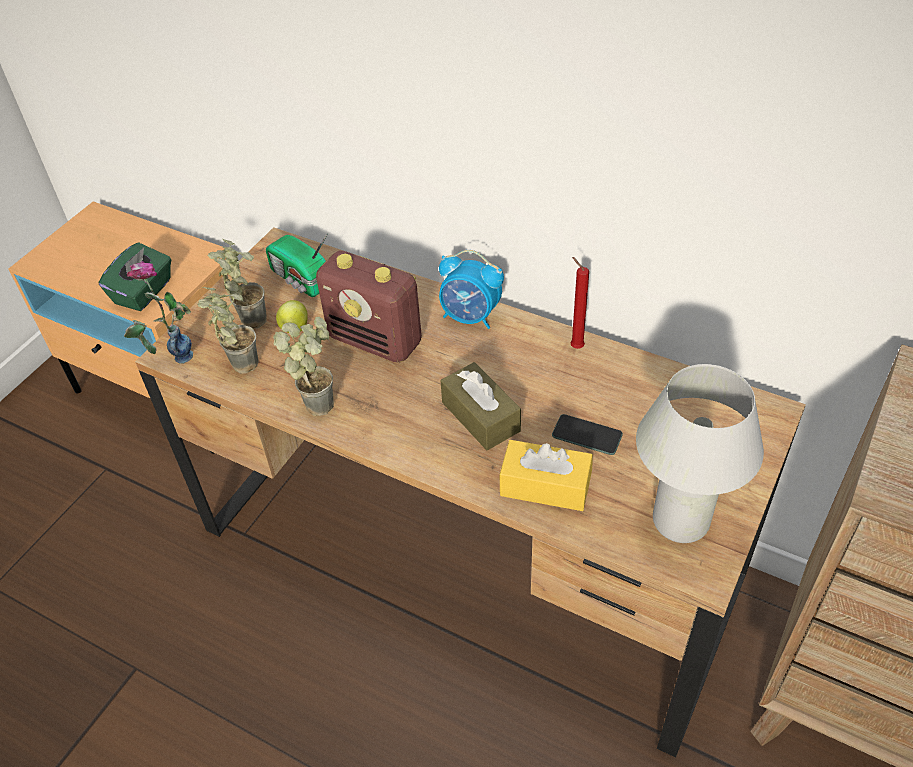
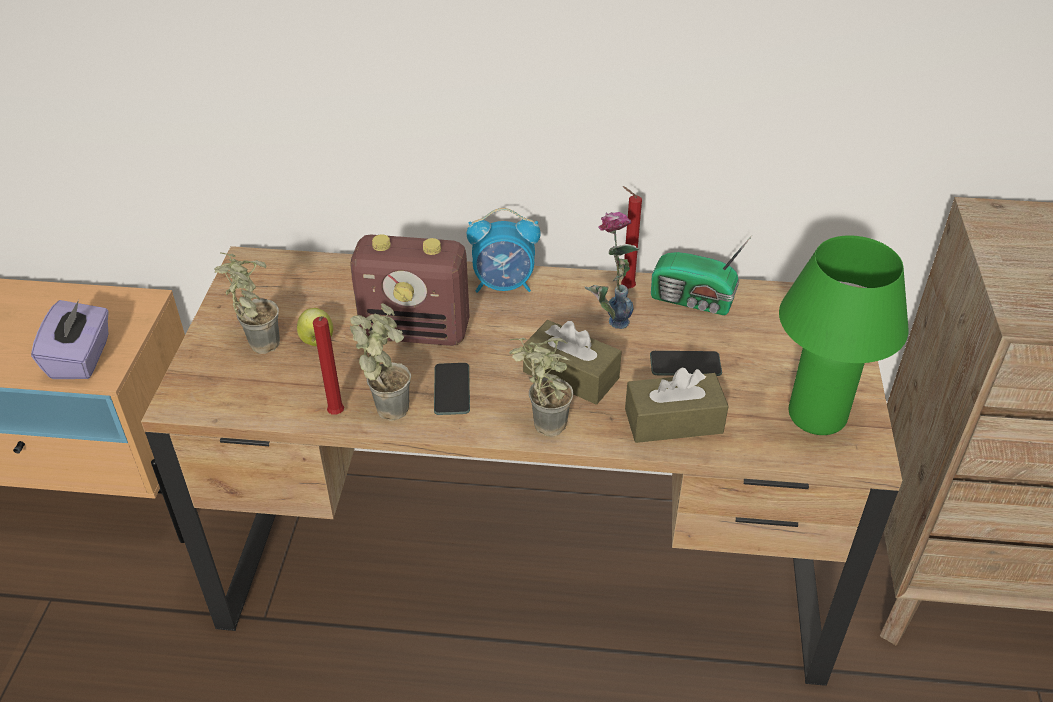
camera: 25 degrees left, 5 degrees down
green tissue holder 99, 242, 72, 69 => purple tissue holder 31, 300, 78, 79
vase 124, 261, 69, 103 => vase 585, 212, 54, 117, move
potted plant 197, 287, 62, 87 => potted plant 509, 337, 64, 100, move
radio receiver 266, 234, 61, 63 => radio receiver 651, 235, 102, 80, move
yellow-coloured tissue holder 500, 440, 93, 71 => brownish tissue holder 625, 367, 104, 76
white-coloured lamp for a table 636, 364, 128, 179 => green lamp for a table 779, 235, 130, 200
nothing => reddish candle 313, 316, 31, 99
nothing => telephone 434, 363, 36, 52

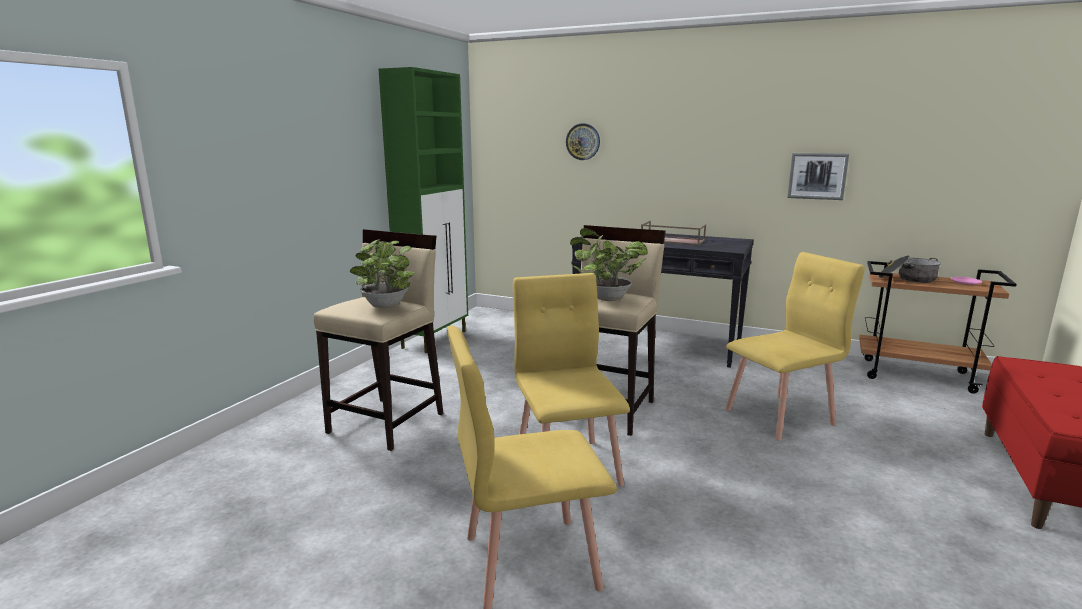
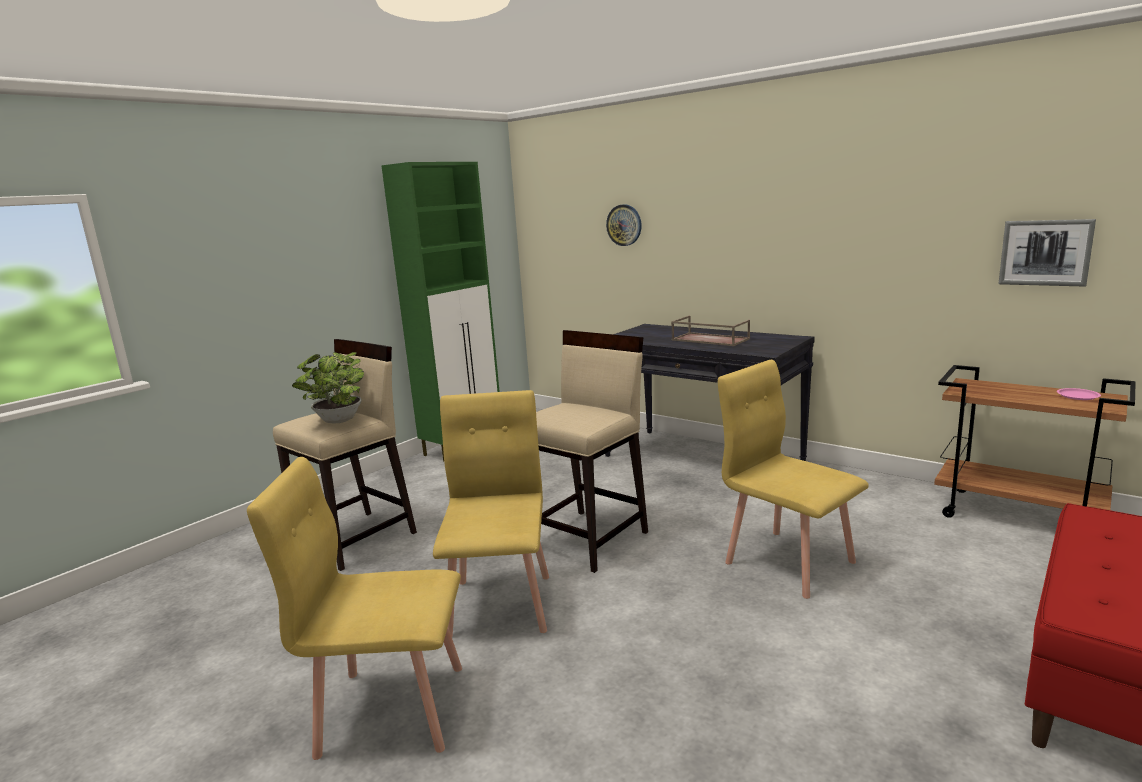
camera: 15 degrees right, 0 degrees up
potted plant 570, 228, 78, 73 => nothing
yellow-coloured upright chair 725, 252, 140, 189 => yellow-coloured upright chair 718, 360, 151, 239, 120 degrees counterclockwise
wall art 787, 153, 62, 47 => wall art 999, 219, 97, 67, move
cooking pot 878, 255, 63, 28 => nothing

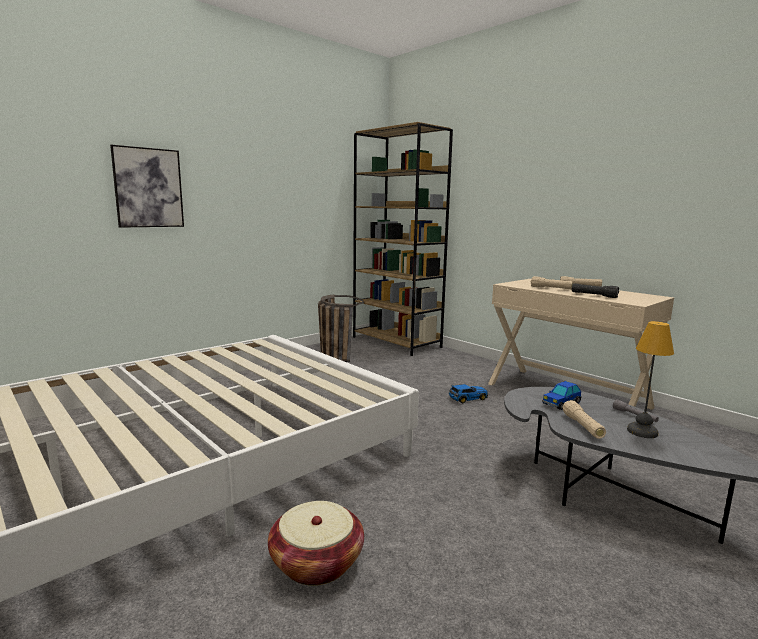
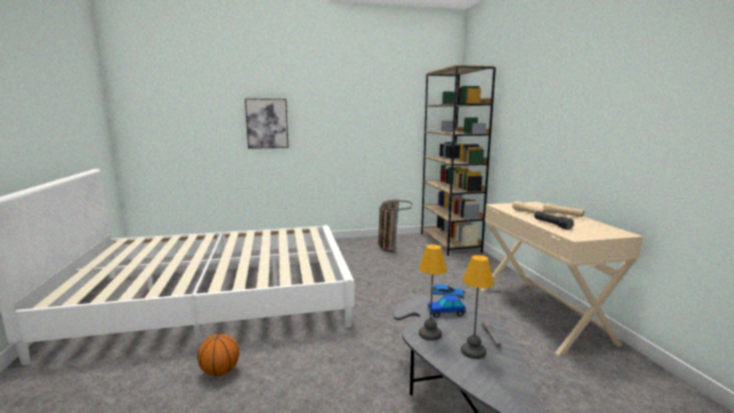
camera: 30 degrees right, 0 degrees up
storage basket 268, 501, 96, 85 => basketball 197, 334, 42, 42
beige torch 563, 400, 43, 39 => lamp for a table 419, 244, 28, 97

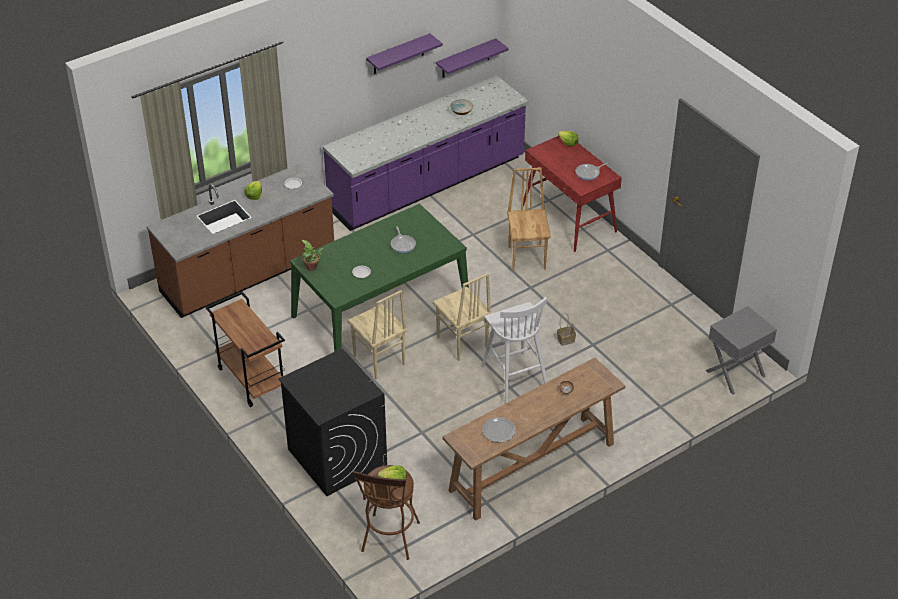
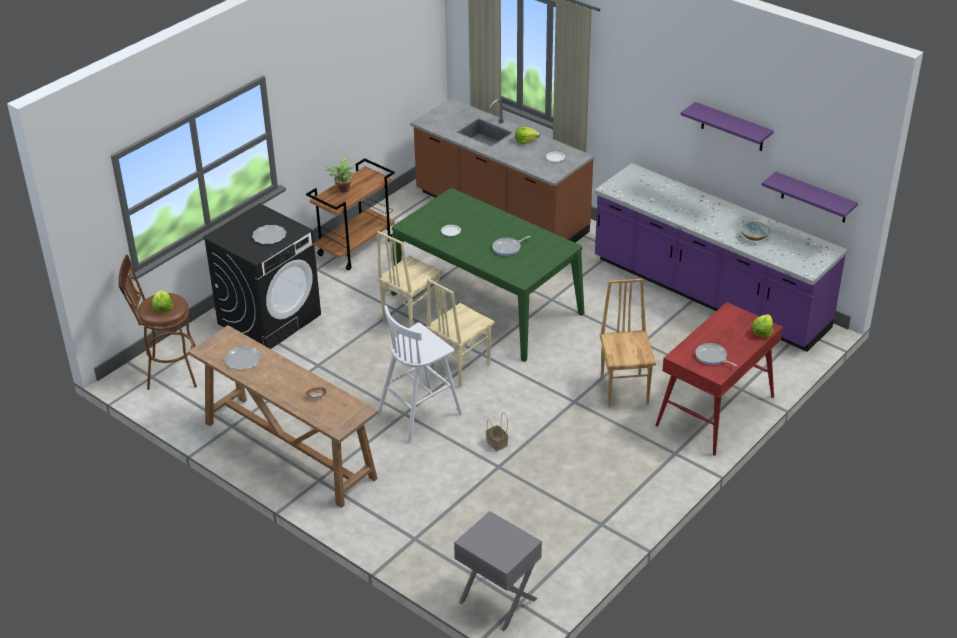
camera: 75 degrees right, 5 degrees down
potted plant 301, 240, 23, 31 => potted plant 326, 158, 28, 35, move
brownish upright chair 507, 168, 44, 103 => brownish upright chair 600, 279, 56, 129, 75 degrees counterclockwise
nothing => dinner plate 252, 225, 34, 19

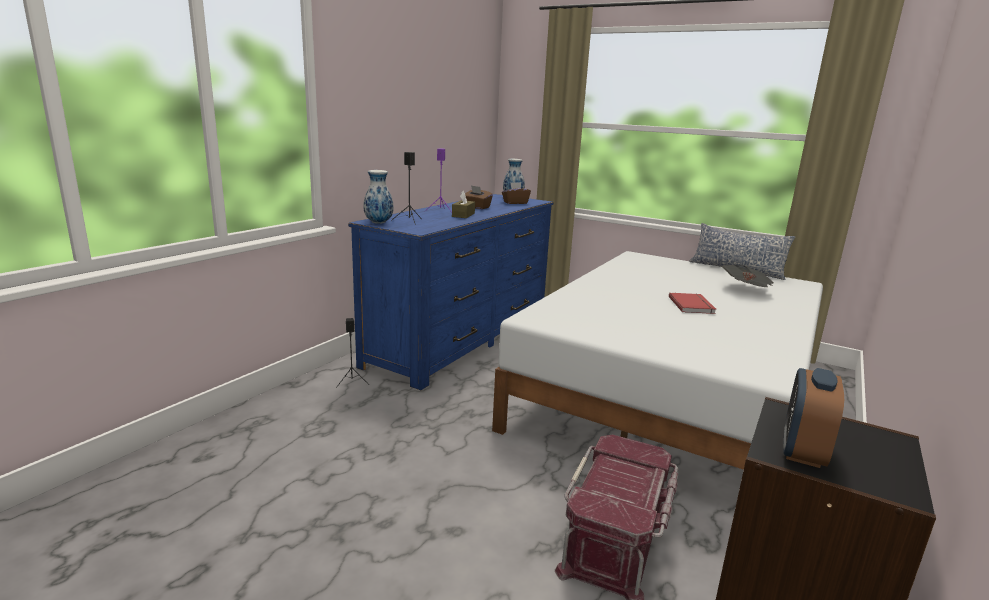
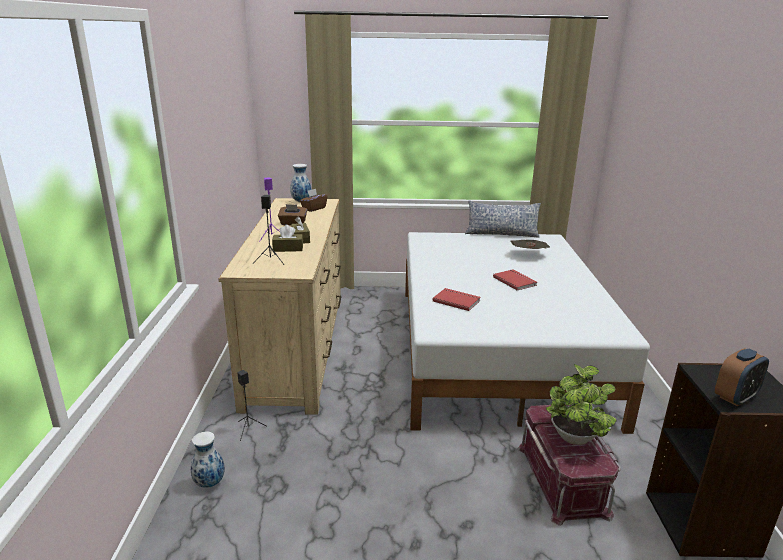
camera: 30 degrees left, 5 degrees up
blue dresser 348, 194, 205, 196 => beige dresser 219, 198, 122, 217
vase 363, 170, 30, 54 => vase 191, 432, 34, 56, move
bedside clock 783, 368, 61, 100 => bedside clock 715, 348, 54, 58, 120 degrees counterclockwise
nothing => brownish tissue holder 272, 225, 31, 27
nothing => reddish book 433, 288, 48, 23
nothing => potted plant 546, 364, 71, 81

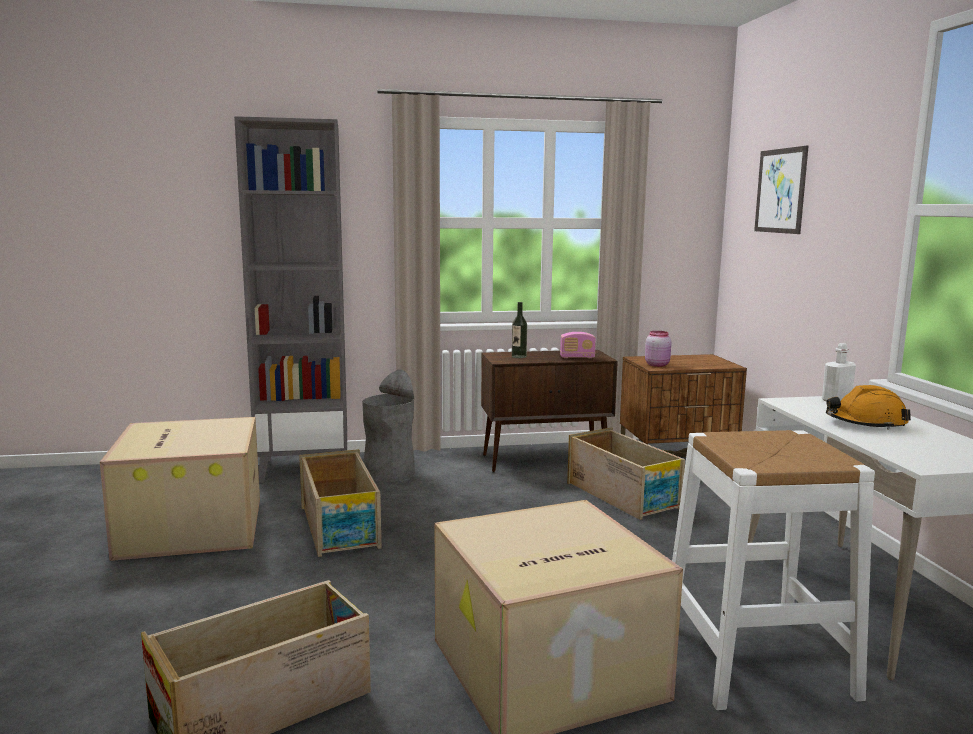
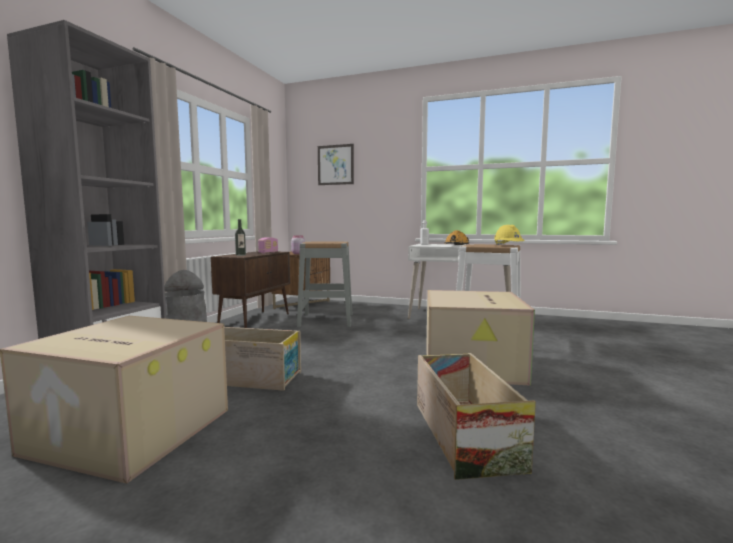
camera: 60 degrees left, 5 degrees down
packing crate 567, 427, 118, 93 => grey stool 297, 241, 55, 86
nothing => yellow-coloured work helmet 494, 225, 31, 21

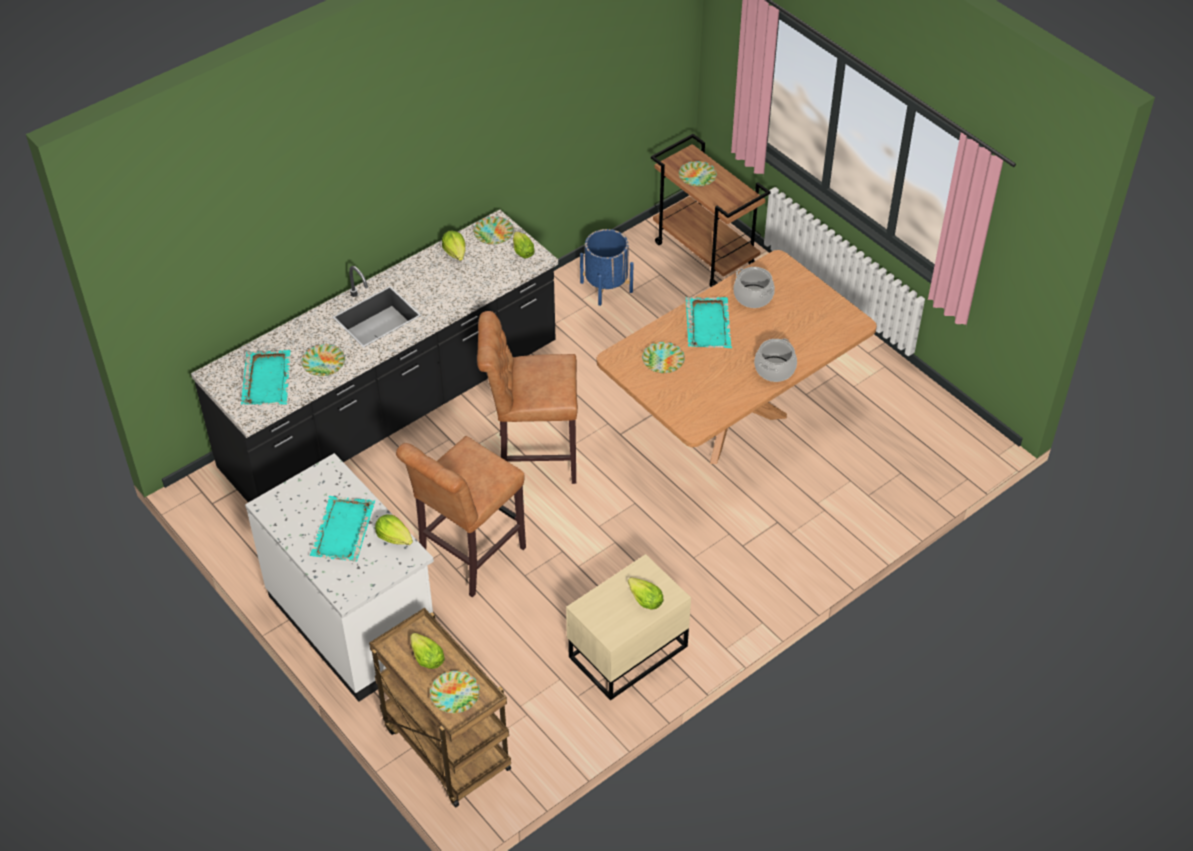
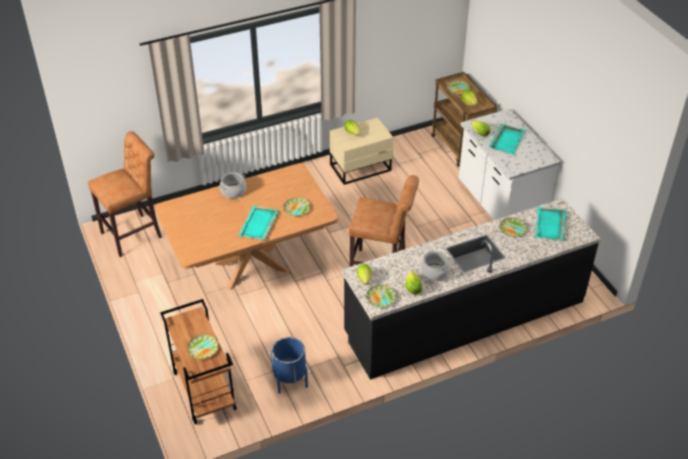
camera: 165 degrees left, 5 degrees down
brownish stool 396, 436, 130, 161 => brownish stool 88, 131, 74, 126, move
cooking pot 733, 267, 42, 41 => cooking pot 420, 251, 30, 30, move

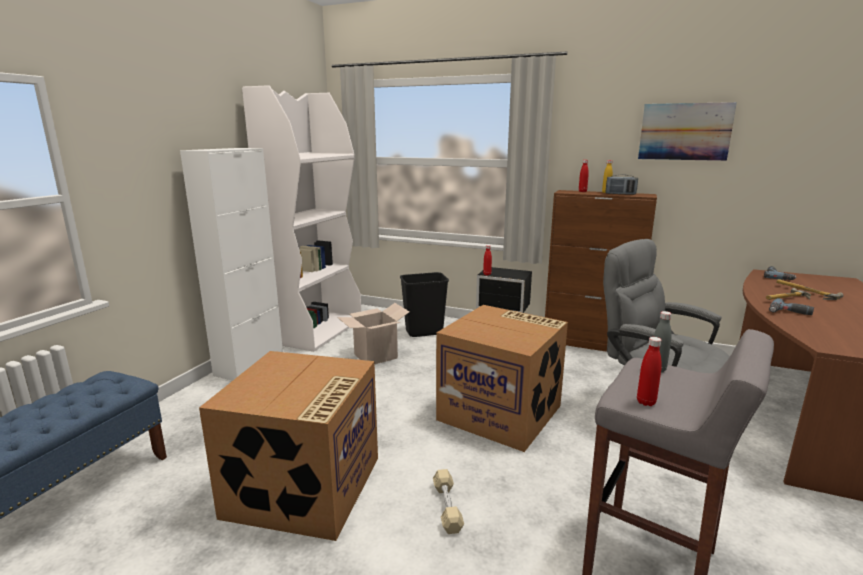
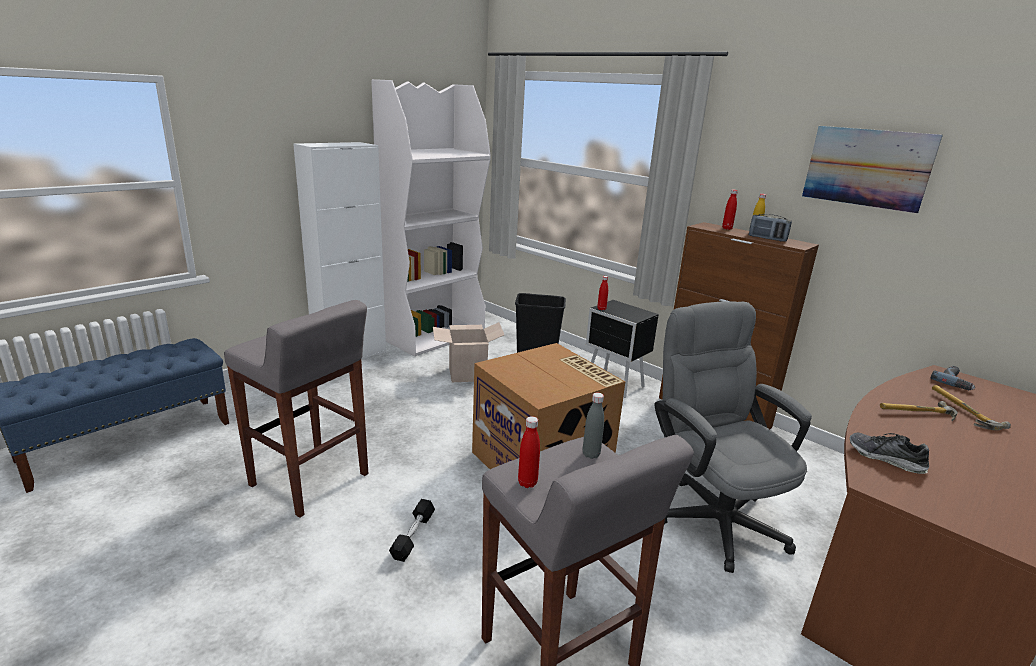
camera: 20 degrees right, 5 degrees up
carton 199, 351, 179, 190 => grey stool 224, 300, 145, 218
beige dumbbell 433, 469, 31, 65 => black dumbbell 389, 499, 46, 63
electric drill 769, 298, 45, 17 => nothing
nothing => item of footwear 850, 432, 79, 42

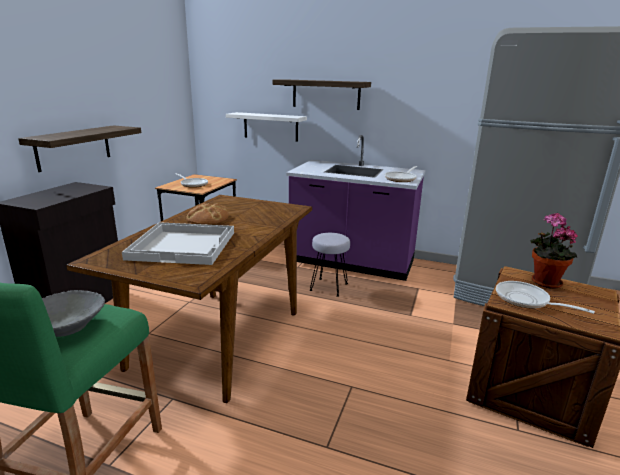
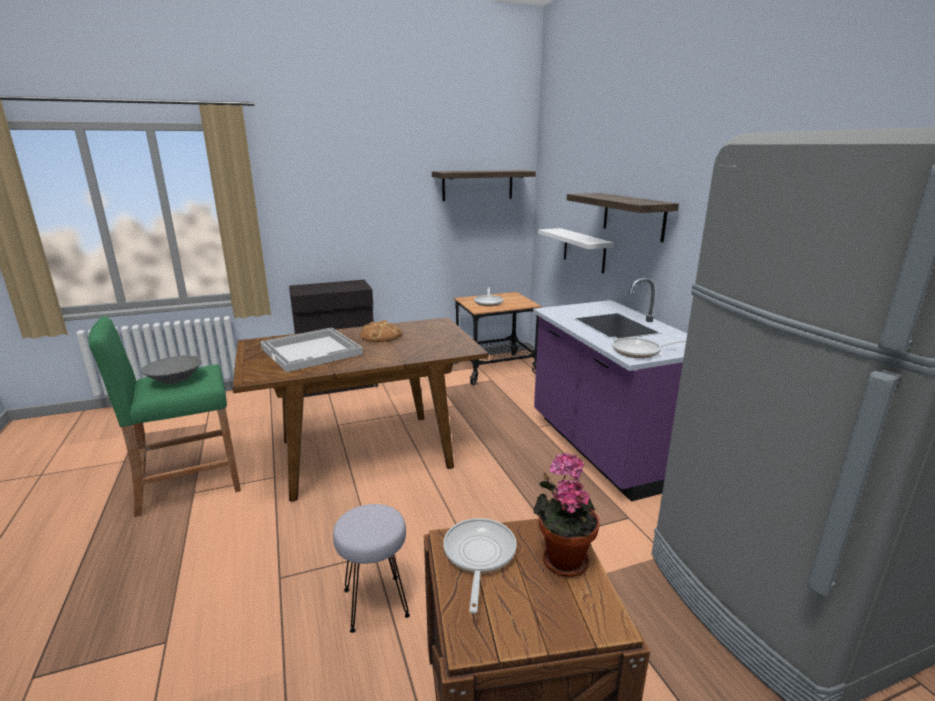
camera: 50 degrees right, 0 degrees up
wall shelf 18, 125, 123, 47 => wall shelf 432, 170, 104, 31, move
grey stool 310, 233, 40, 64 => grey stool 333, 504, 77, 129, move

